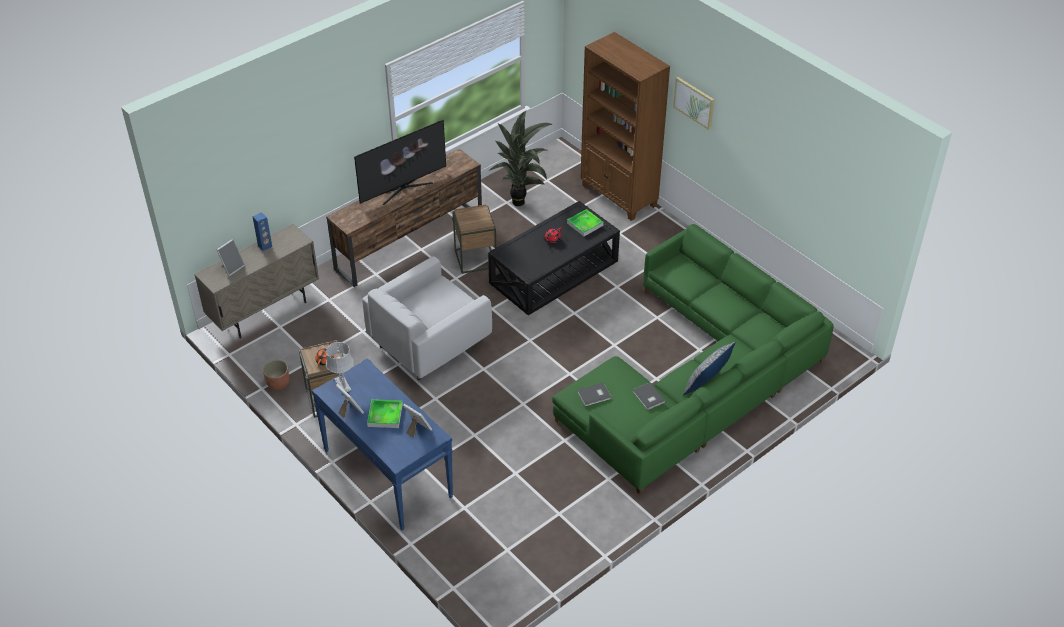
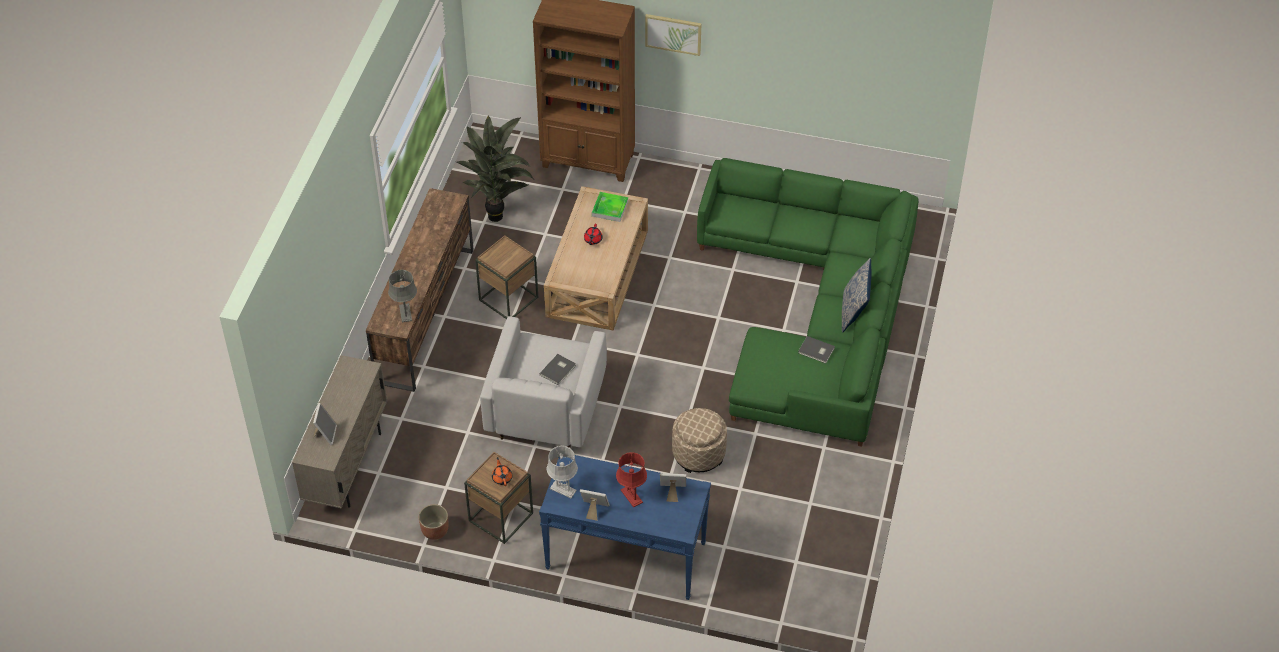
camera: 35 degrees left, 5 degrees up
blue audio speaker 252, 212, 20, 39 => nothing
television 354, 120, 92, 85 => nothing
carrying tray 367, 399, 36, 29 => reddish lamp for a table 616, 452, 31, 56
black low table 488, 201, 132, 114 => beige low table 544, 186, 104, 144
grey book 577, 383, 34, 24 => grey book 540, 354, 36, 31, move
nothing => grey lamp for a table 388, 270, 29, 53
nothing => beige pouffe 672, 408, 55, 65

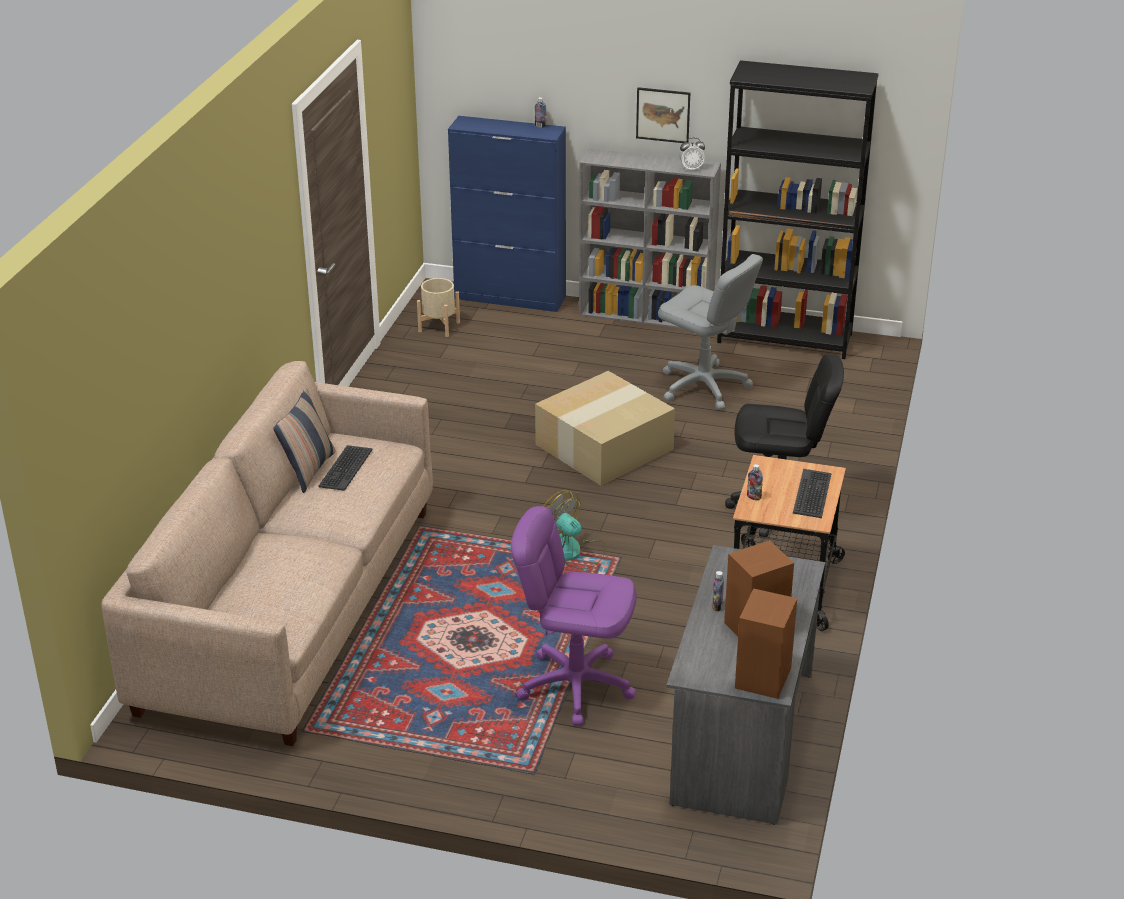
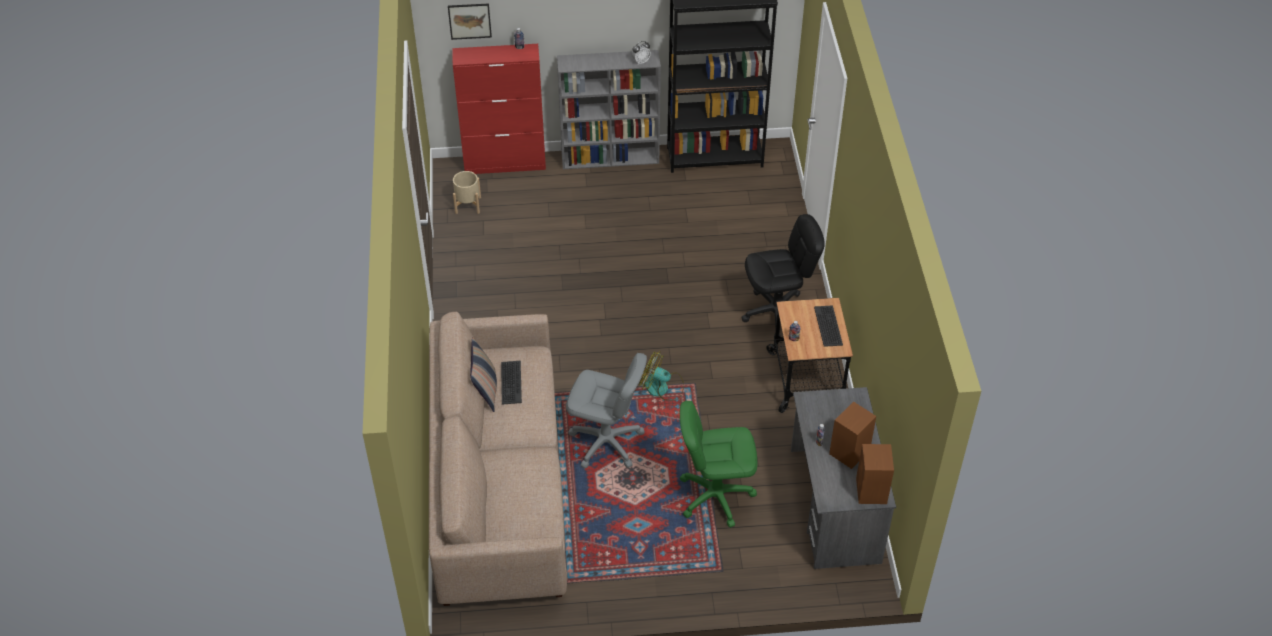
camera: 20 degrees left, 15 degrees up
blue cabinet 448, 116, 118, 196 => reddish cabinet 452, 44, 94, 130
purple office chair 511, 506, 126, 220 => green office chair 680, 401, 77, 127
carton 535, 371, 140, 115 => nothing
wall art 636, 87, 54, 56 => wall art 448, 3, 44, 37, move
grey office chair 658, 254, 105, 156 => grey office chair 566, 353, 81, 115, move

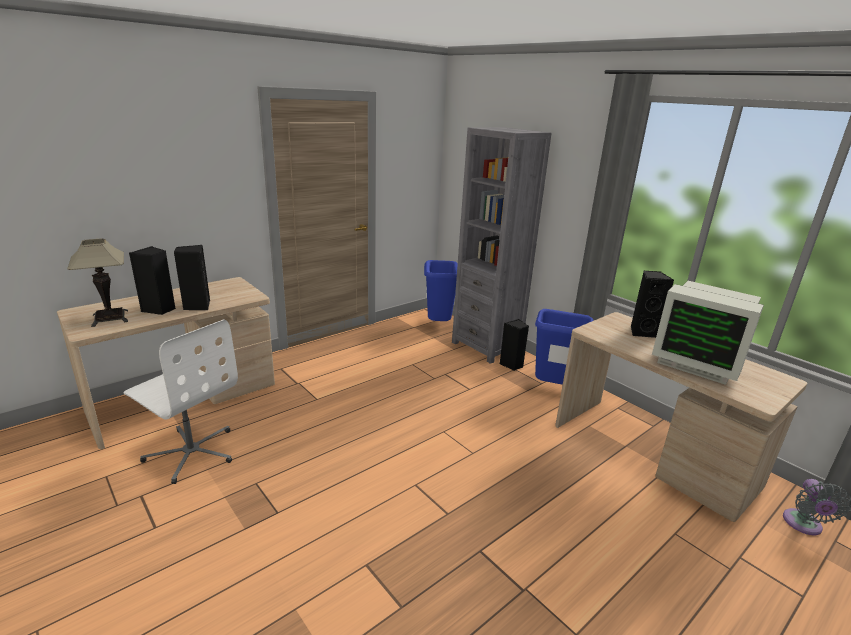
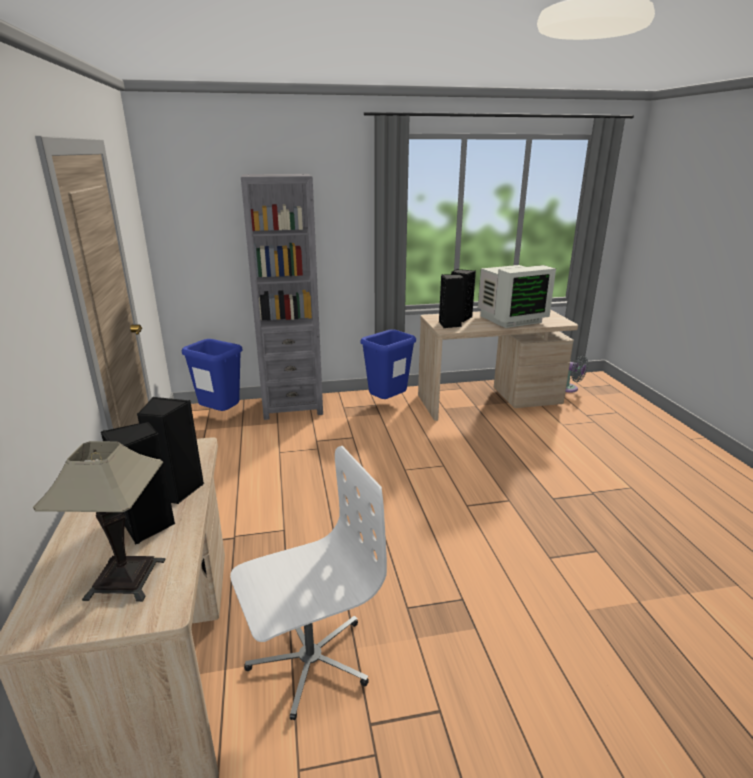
camera: 60 degrees left, 0 degrees up
black audio speaker 500, 319, 29, 52 => black audio speaker 439, 274, 25, 54, move

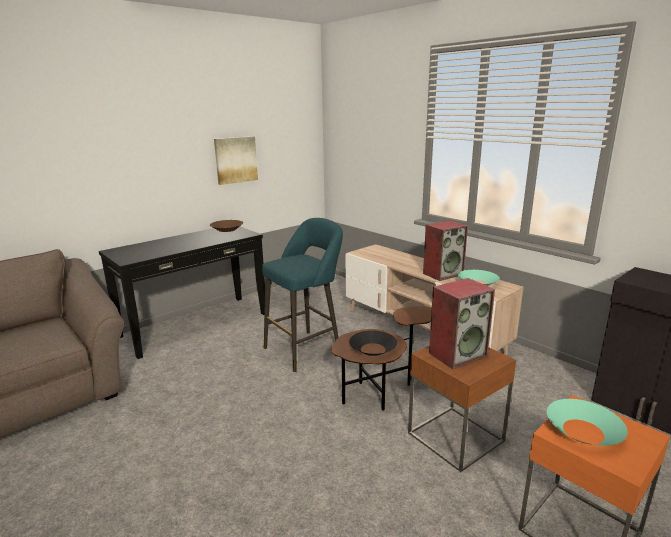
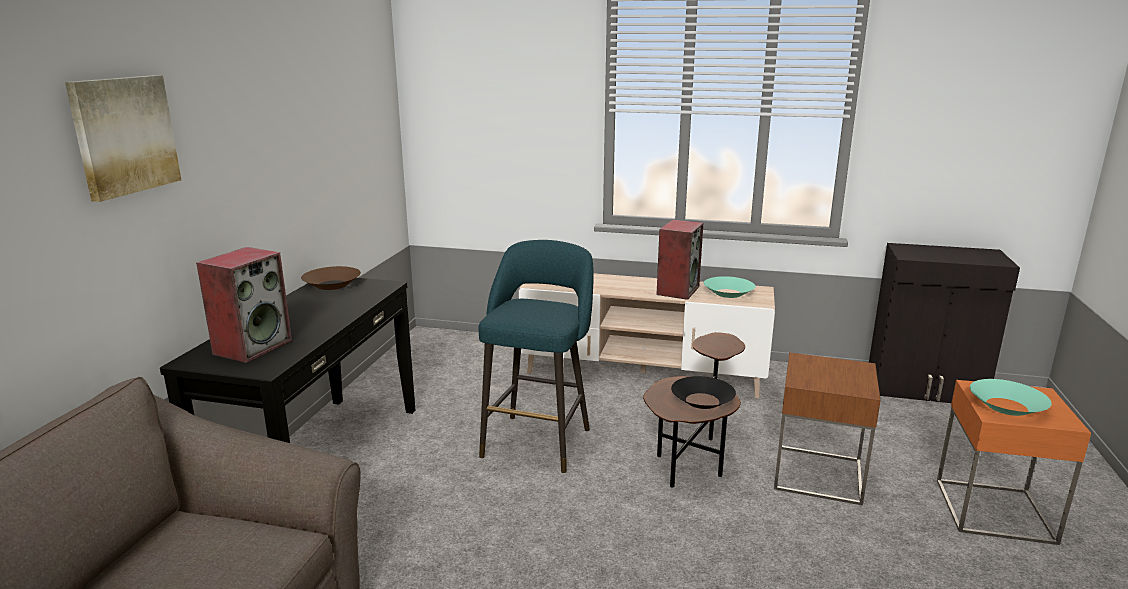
camera: 35 degrees left, 0 degrees up
wall art 214, 136, 44, 49 => wall art 65, 75, 116, 127, move
audio speaker 429, 278, 66, 91 => audio speaker 196, 247, 96, 116, move

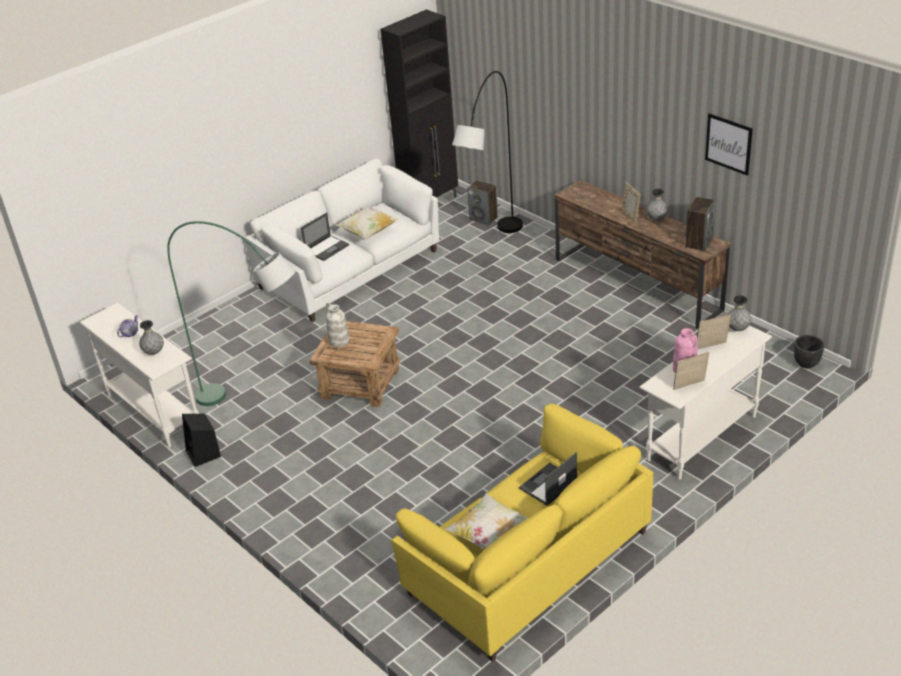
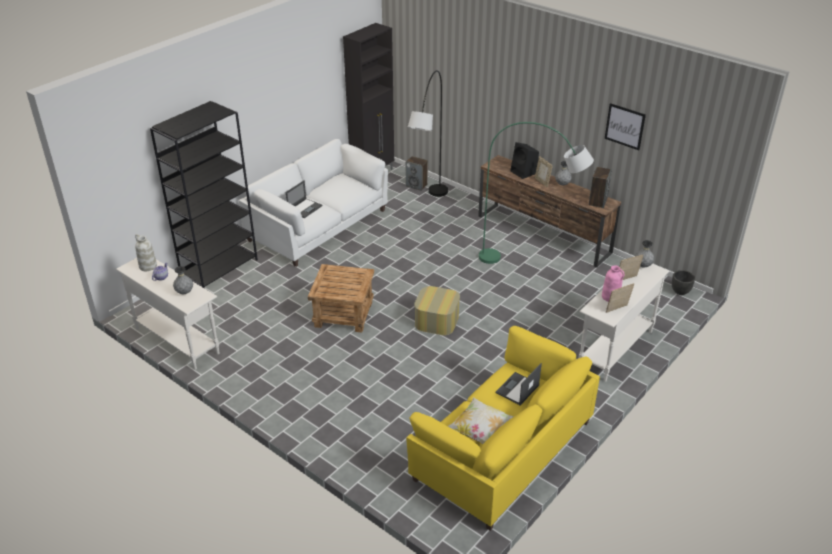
camera: 10 degrees left, 0 degrees up
green floor lamp 167, 221, 129, 185 => green floor lamp 479, 122, 115, 142, move
black audio speaker 182, 414, 39, 53 => black audio speaker 510, 142, 29, 37, move
white-coloured vase 326, 303, 24, 44 => white-coloured vase 135, 234, 22, 37, move
pillow 335, 206, 64, 34 => nothing
nothing => black bookshelf 150, 101, 108, 187
nothing => pouffe 414, 286, 46, 49

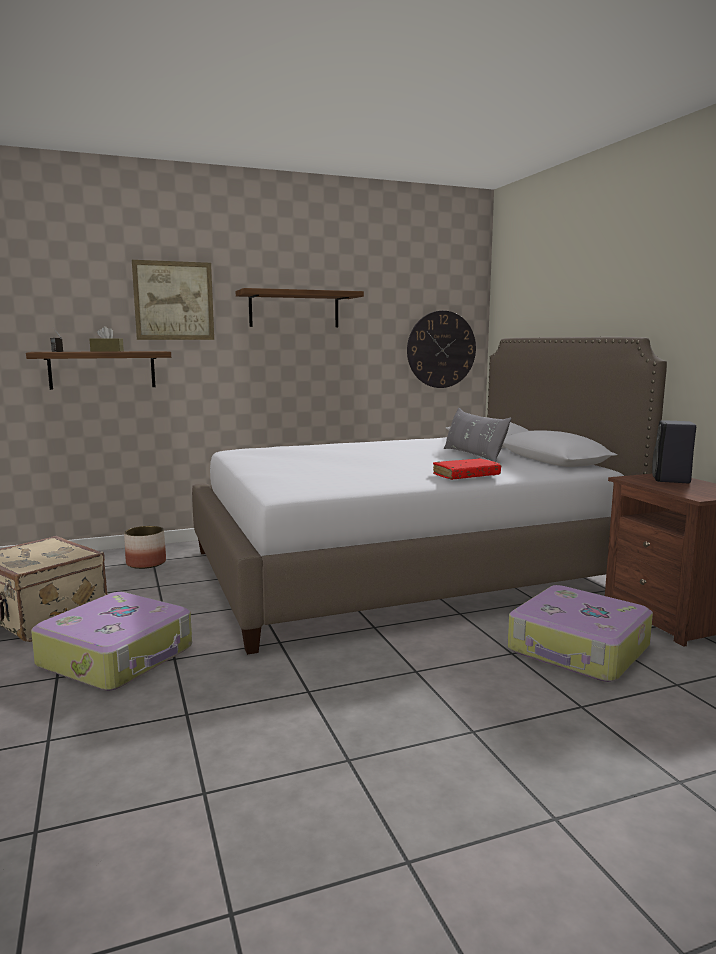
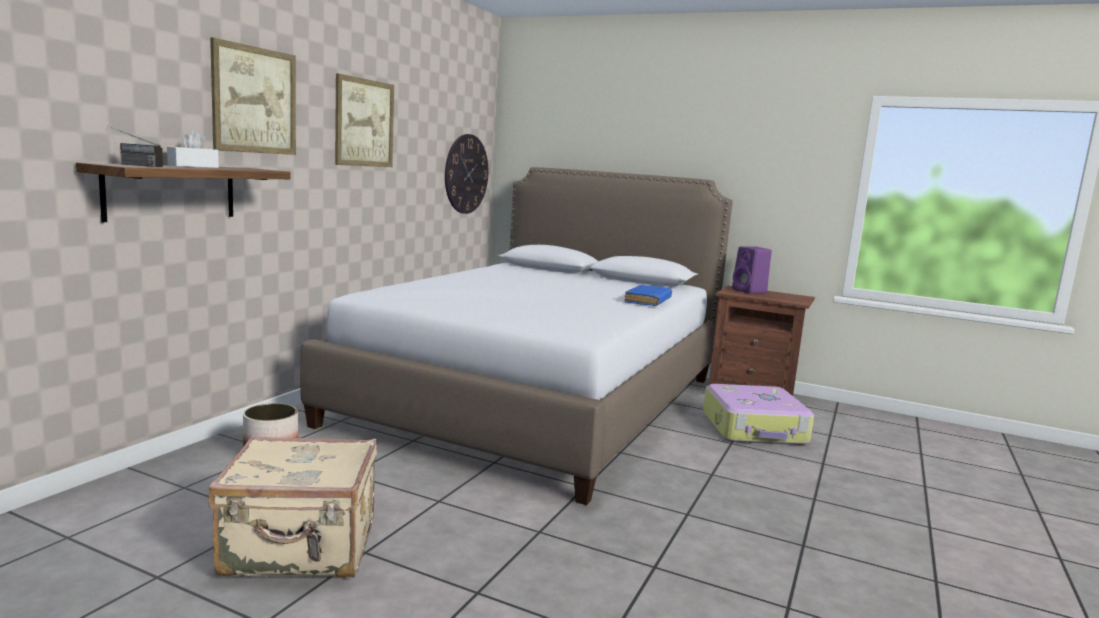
camera: 45 degrees left, 0 degrees up
piece of luggage 31, 592, 161, 99 => nothing
brownish tissue holder 90, 326, 34, 26 => white-coloured tissue holder 167, 130, 52, 38
wall shelf 236, 288, 128, 39 => wall art 335, 73, 59, 94
reddish book 433, 458, 68, 22 => blue book 625, 285, 47, 21
grey pillow 444, 408, 67, 54 => nothing
black audio speaker 652, 420, 44, 63 => purple audio speaker 732, 246, 40, 47

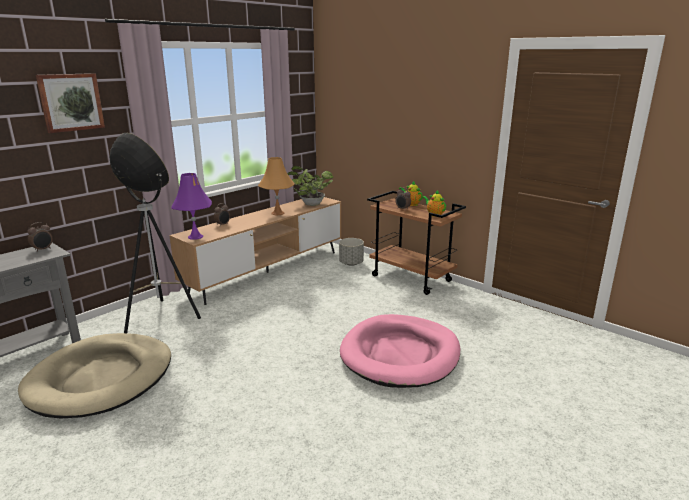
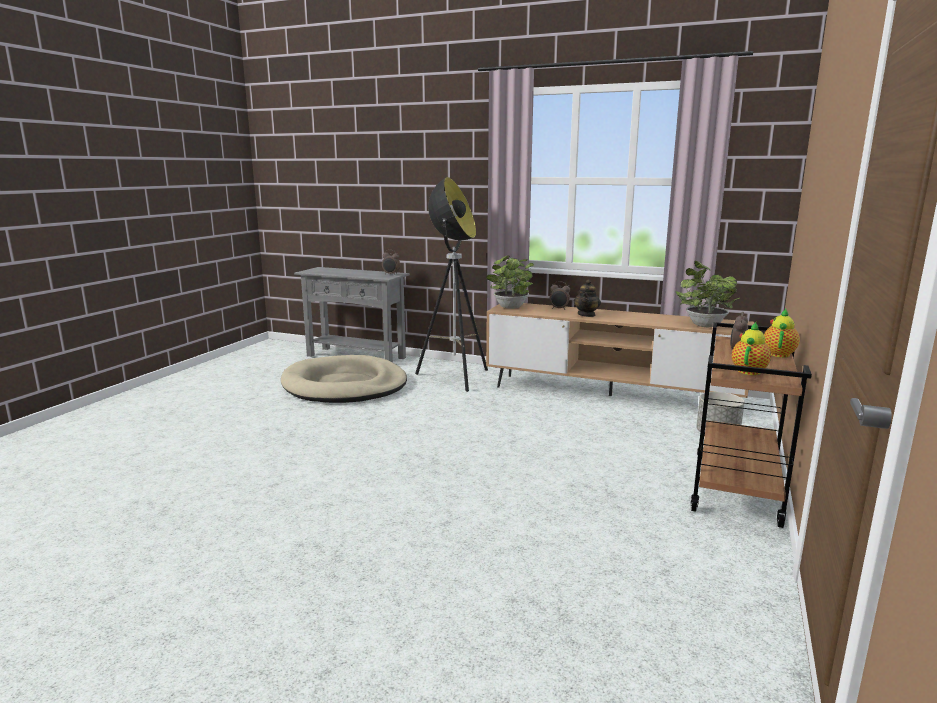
camera: 70 degrees right, 5 degrees down
wall art 36, 73, 69, 60 => nothing
purple lamp for a table 171, 173, 41, 67 => potted plant 486, 255, 48, 54
orange lamp for a table 258, 157, 37, 58 => nothing
pink-coloured dog cushion 340, 314, 120, 74 => nothing
nothing => tea pot 574, 279, 27, 38

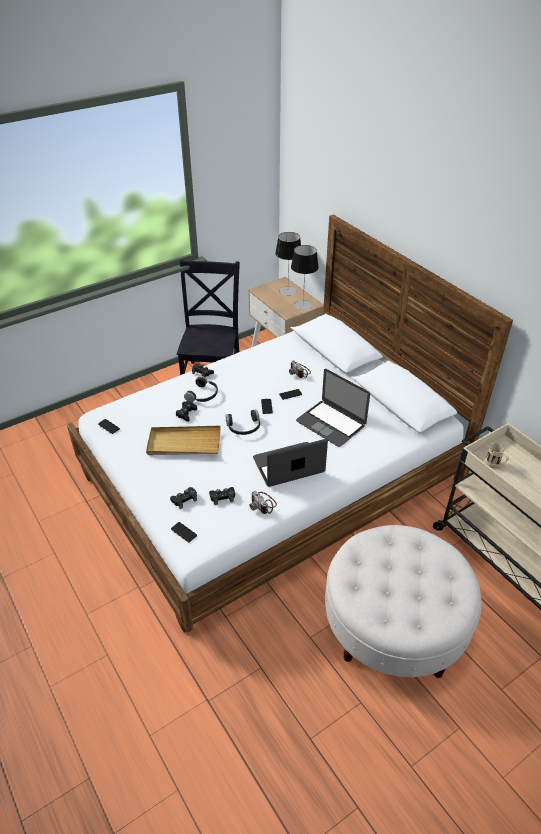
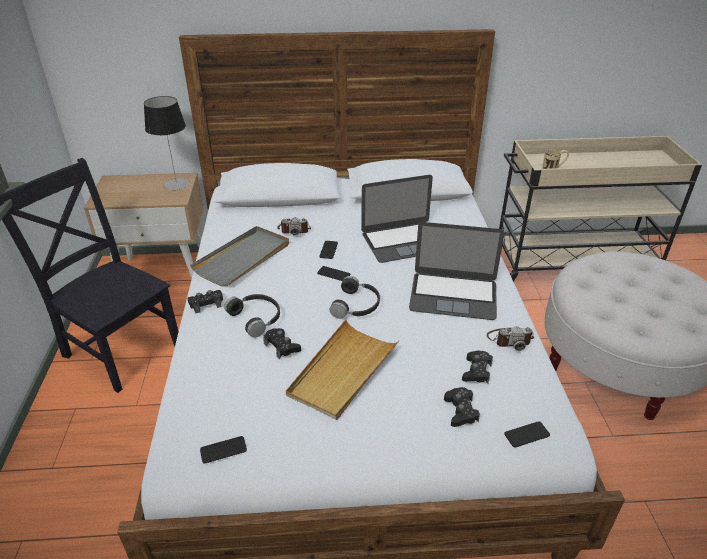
camera: 60 degrees left, 5 degrees down
laptop 253, 439, 75, 48 => laptop 409, 222, 96, 98, 90 degrees counterclockwise
lamp for a table 275, 232, 26, 64 => nothing
nothing => grey carrying tray 190, 226, 99, 60

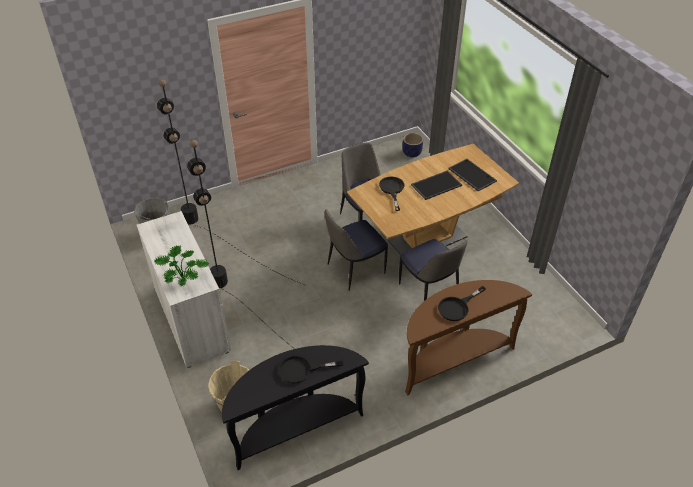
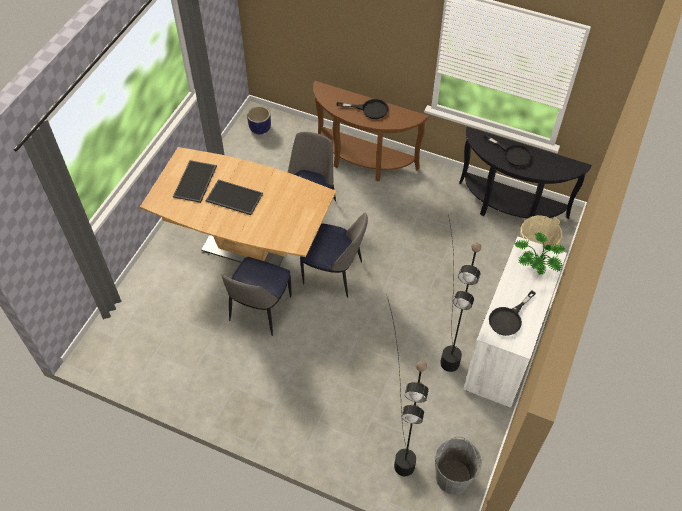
camera: 130 degrees left, 10 degrees up
black pan 379, 177, 26, 34 => black pan 489, 290, 47, 46, move
flower pot 402, 133, 21, 24 => flower pot 247, 106, 24, 28, move

